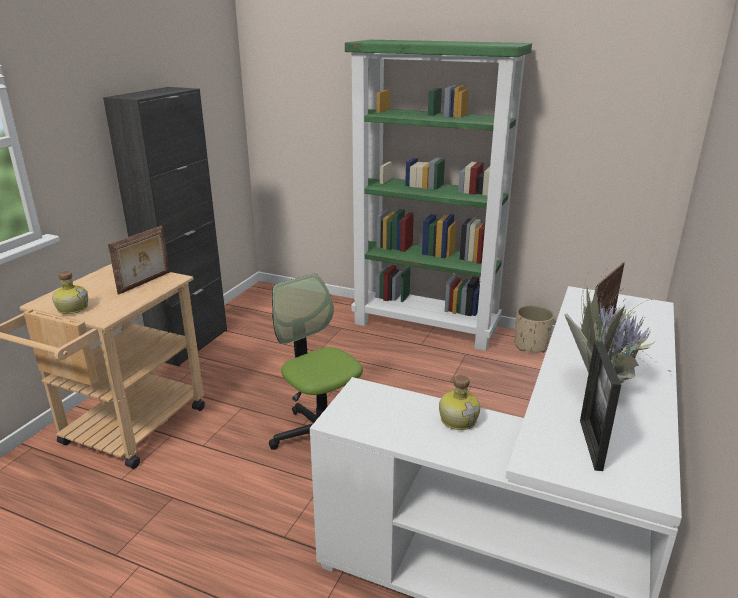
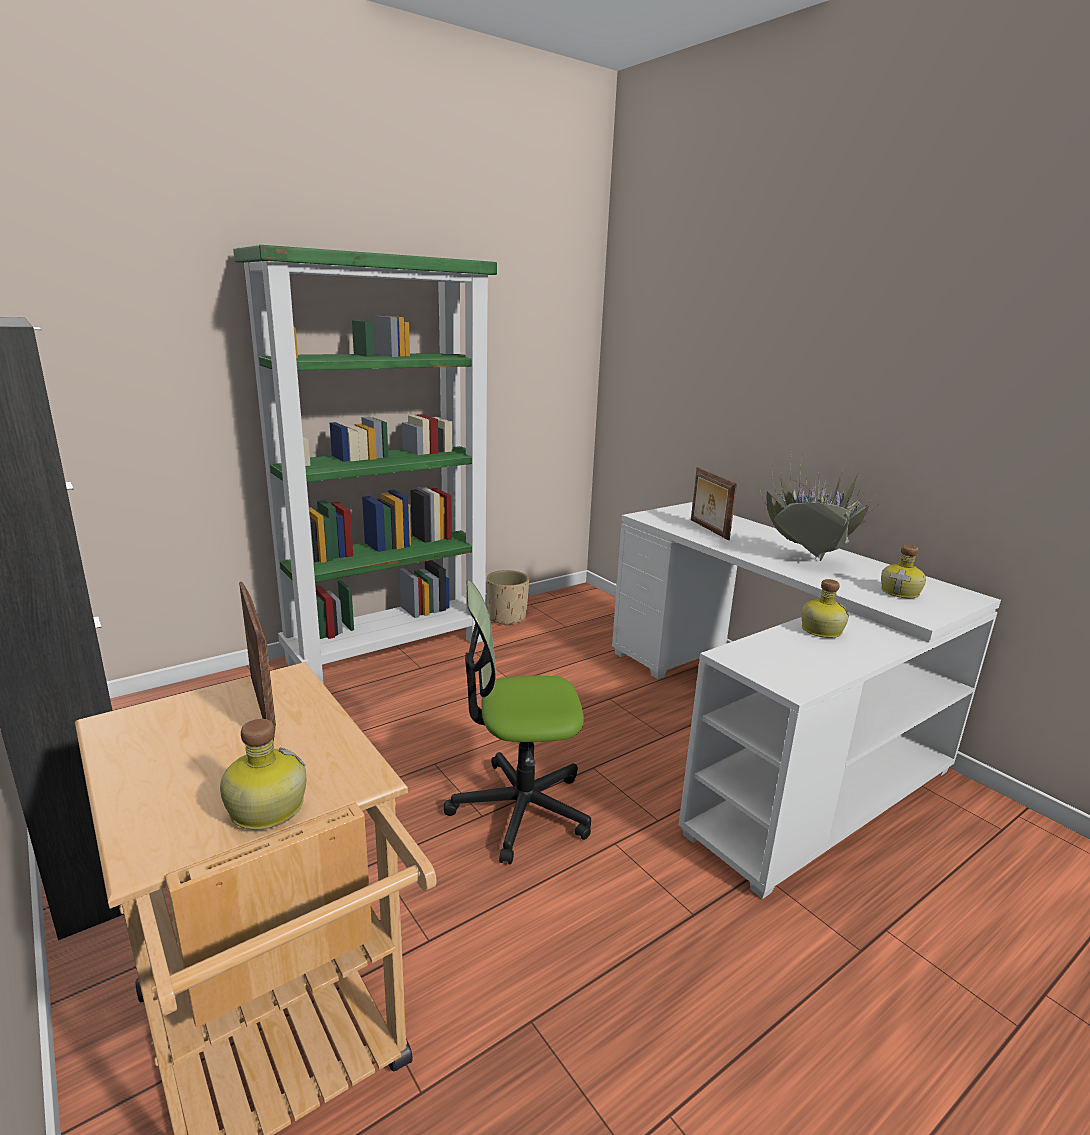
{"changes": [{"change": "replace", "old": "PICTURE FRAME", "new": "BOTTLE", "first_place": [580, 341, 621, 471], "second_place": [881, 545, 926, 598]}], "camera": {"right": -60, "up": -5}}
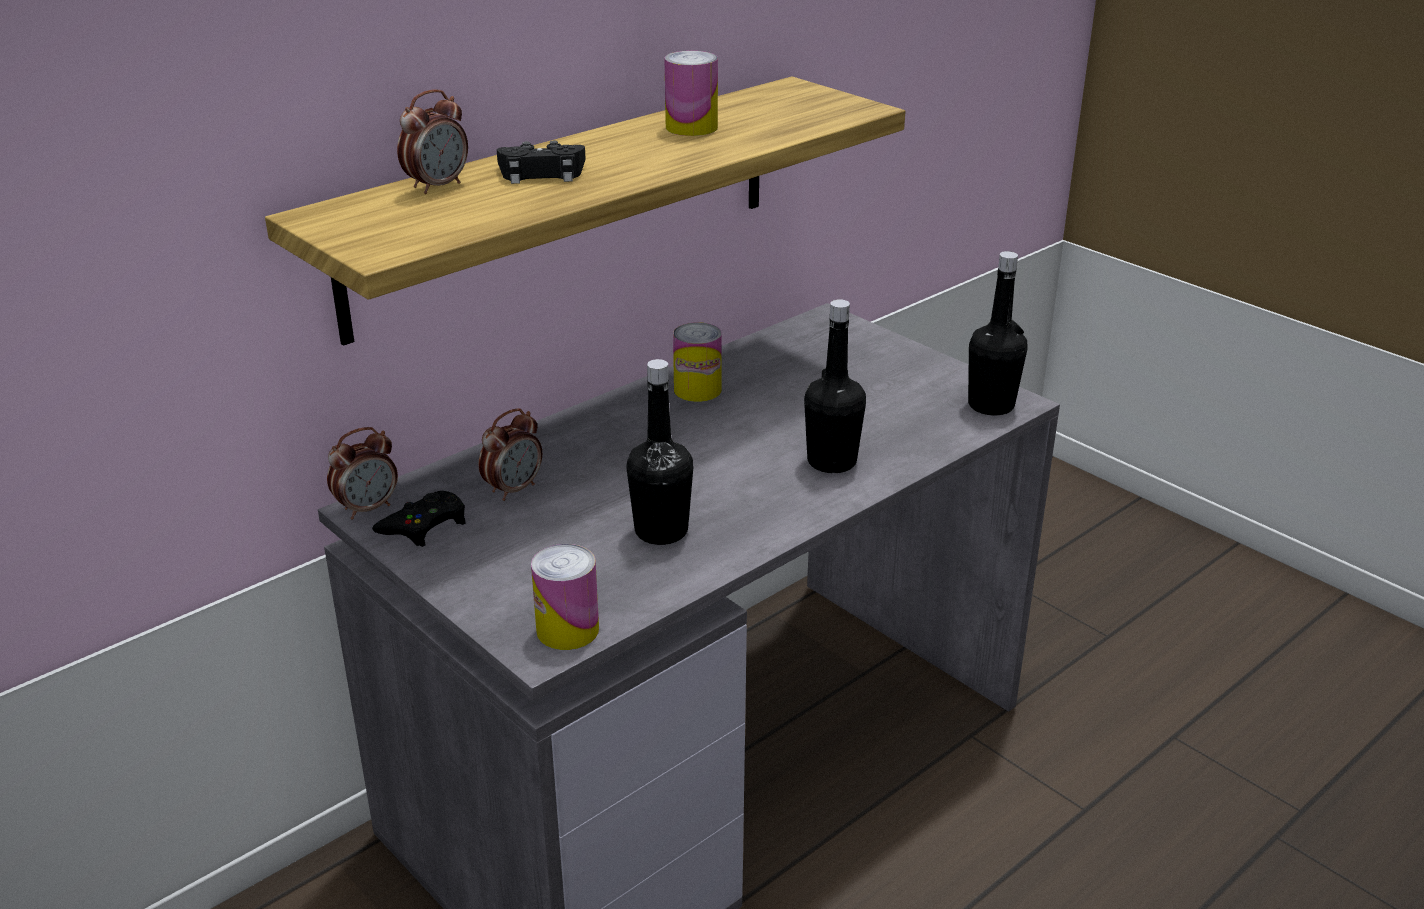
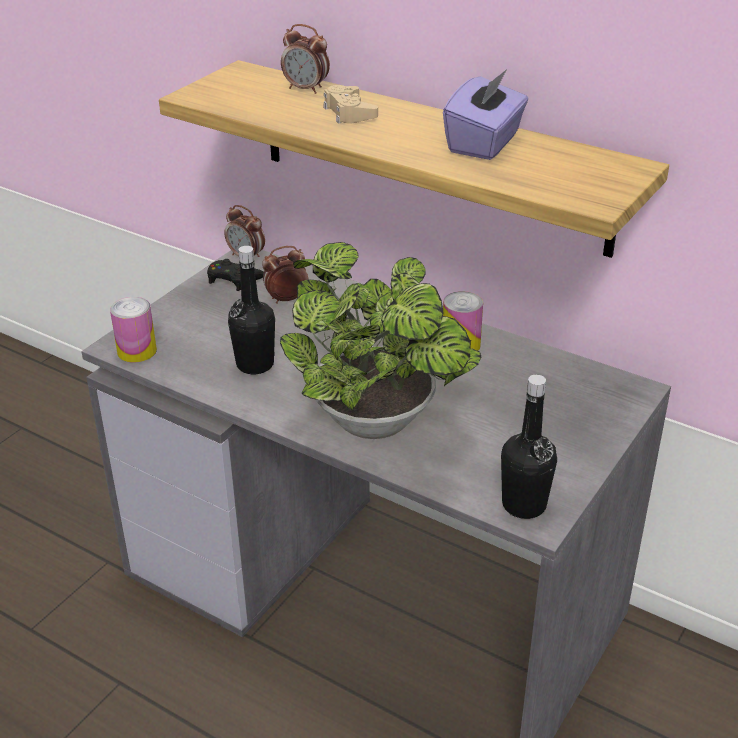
{"changes": [{"change": "replace", "old": "CAN", "new": "PURPLE TISSUE BOX", "first_place": [664, 51, 718, 136], "second_place": [443, 69, 528, 160]}, {"change": "recolor", "old": "BLACK GAME CONTROLLER", "new": "BEIGE GAME CONTROLLER", "first_place": [497, 140, 586, 184], "second_place": [323, 85, 378, 124]}, {"change": "replace", "old": "BLACK BOTTLE", "new": "POTTED PLANT", "first_place": [804, 299, 866, 473], "second_place": [280, 242, 481, 439]}, {"change": "rotate", "old": "ALARM CLOCK", "first_place": [479, 408, 542, 501], "second_place": [262, 246, 308, 304], "degrees": 135}], "camera": {"right": 75, "up": 5}}
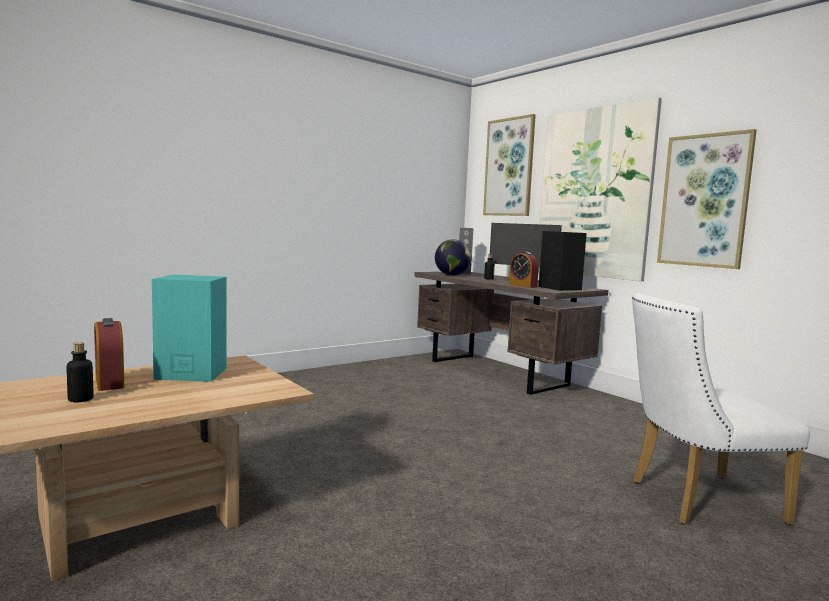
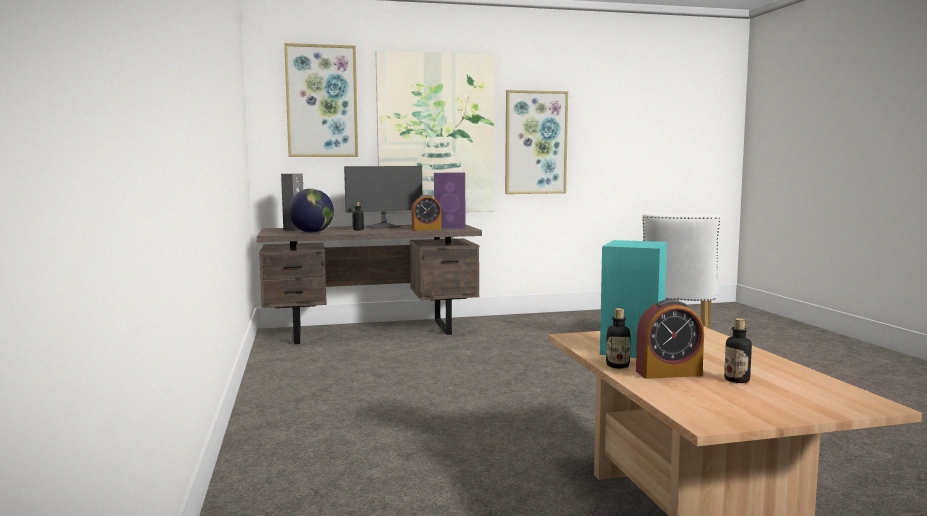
{"changes": [{"change": "recolor", "old": "BLACK SPEAKER", "new": "PURPLE SPEAKER", "first_place": [539, 231, 587, 291], "second_place": [434, 173, 466, 229]}, {"change": "insert", "new": "BOTTLE", "second_place": [606, 308, 631, 368]}], "camera": {"right": -65, "up": 0}}
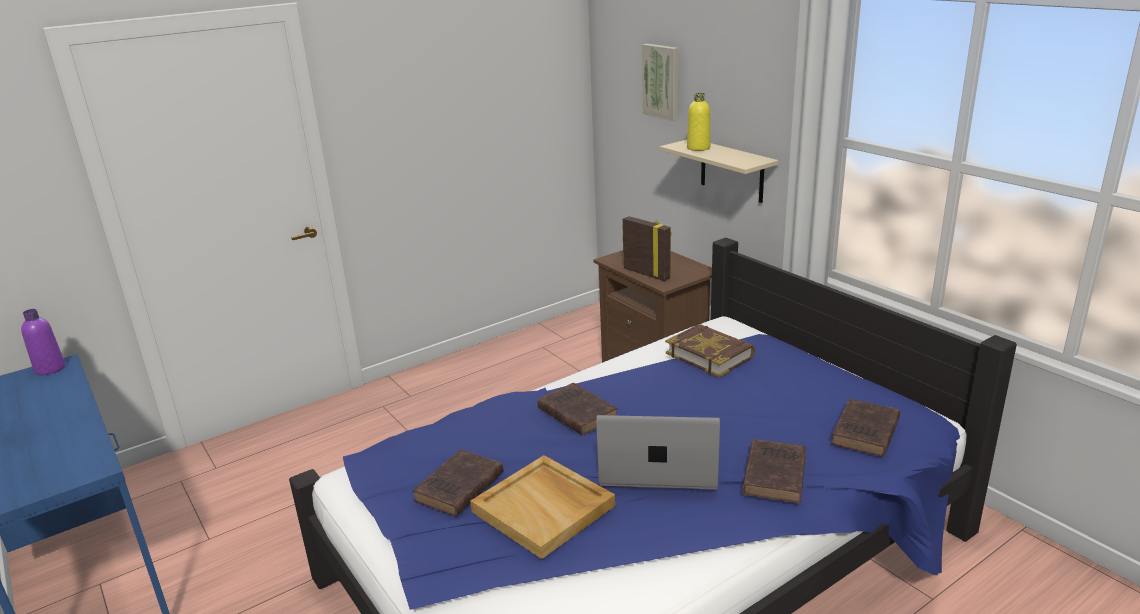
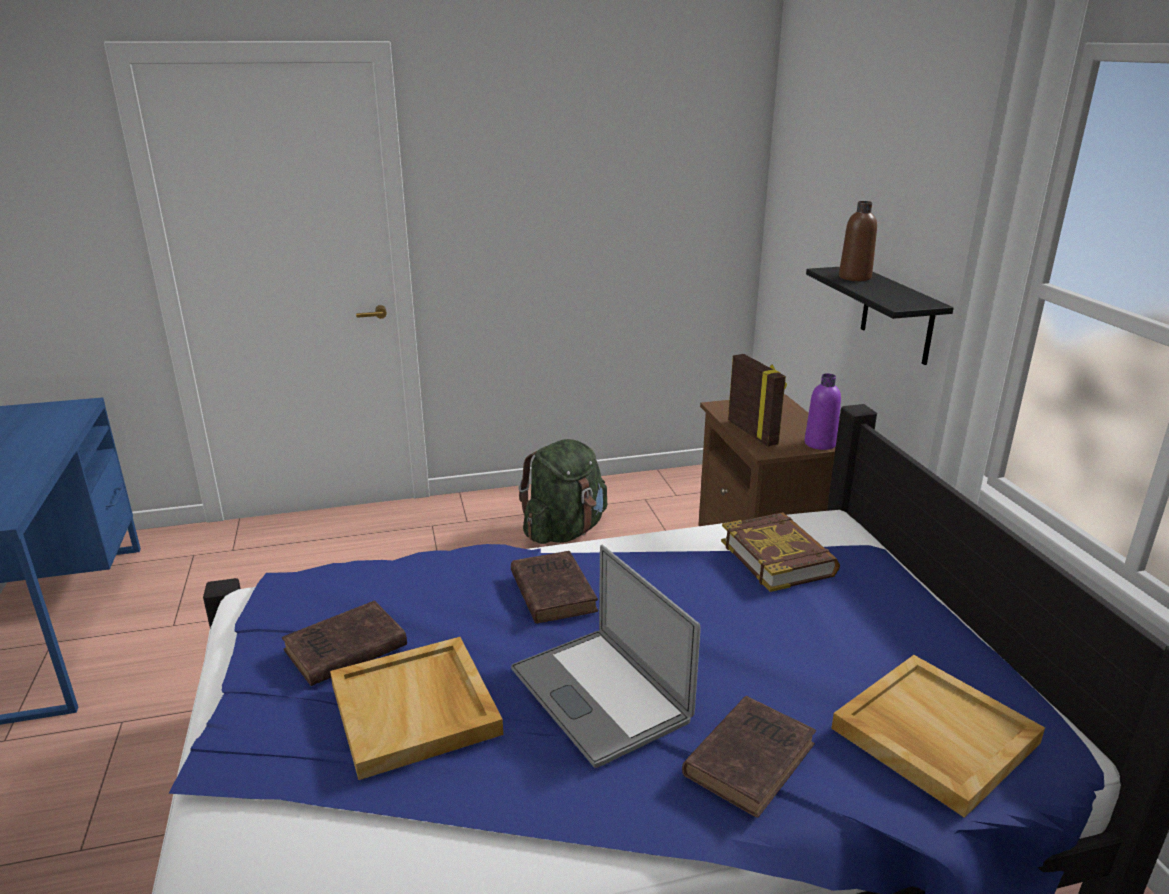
{"changes": [{"change": "delete", "old": "PICTURE", "first_place": [642, 44, 679, 121]}, {"change": "recolor", "old": "YELLOW BOTTLE", "new": "BROWN BOTTLE", "first_place": [687, 93, 710, 151], "second_place": [839, 201, 877, 281]}, {"change": "recolor", "old": "BEIGE SHELF", "new": "BLACK SHELF", "first_place": [660, 140, 779, 203], "second_place": [806, 267, 954, 365]}, {"change": "move", "old": "PURPLE BOTTLE", "first_place": [21, 309, 65, 375], "second_place": [805, 373, 841, 450]}, {"change": "replace", "old": "BROWN BOOK", "new": "BEIGE TRAY", "first_place": [831, 399, 900, 457], "second_place": [831, 655, 1045, 818]}, {"change": "rotate", "old": "LAPTOP", "first_place": [596, 415, 720, 490], "second_place": [511, 545, 701, 768], "degrees": -150}, {"change": "insert", "new": "GREEN BACKPACK", "second_place": [518, 439, 607, 544]}], "camera": {"right": 20, "up": 0}}
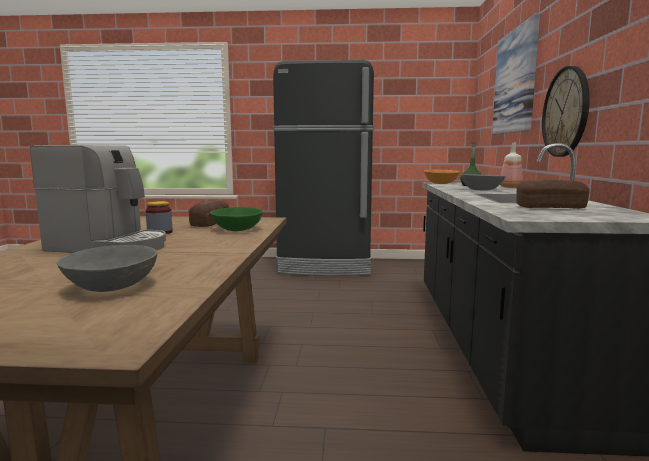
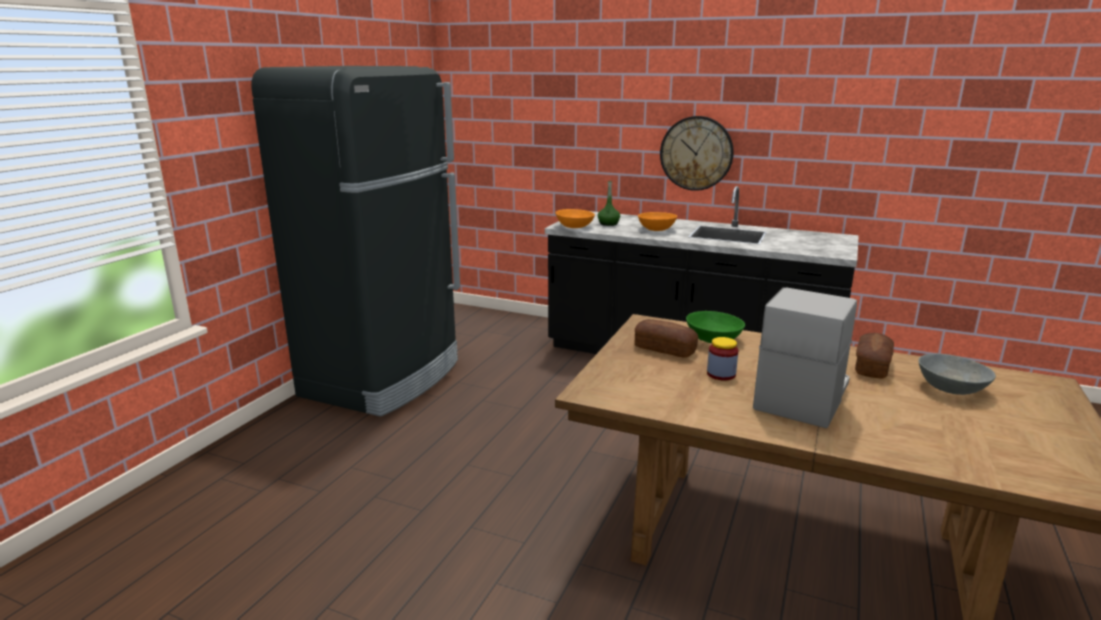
{"changes": [{"change": "delete", "old": "PICTURE", "first_place": [492, 13, 540, 134]}, {"change": "delete", "old": "BOTTLE", "first_place": [500, 143, 523, 188]}, {"change": "recolor", "old": "GREY BOWL", "new": "ORANGE BOWL", "first_place": [461, 174, 506, 191], "second_place": [638, 212, 677, 231]}, {"change": "move", "old": "BREAD", "first_place": [516, 179, 590, 209], "second_place": [855, 333, 894, 379]}], "camera": {"right": -70, "up": 10}}
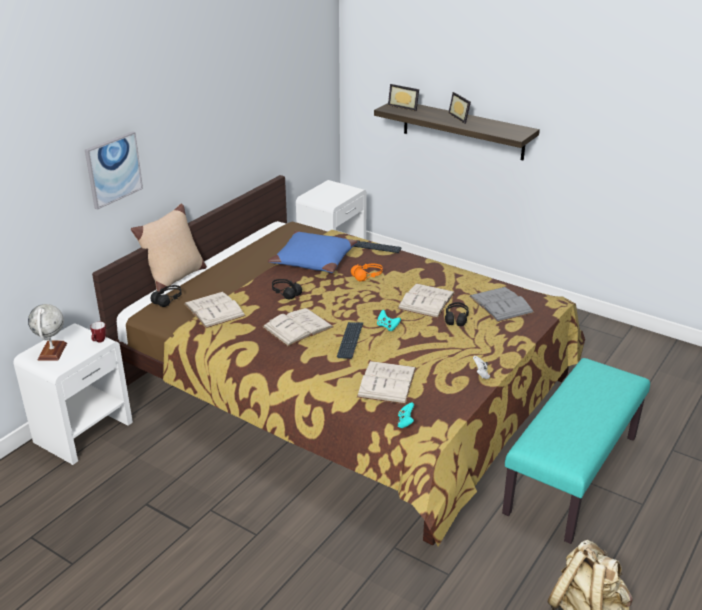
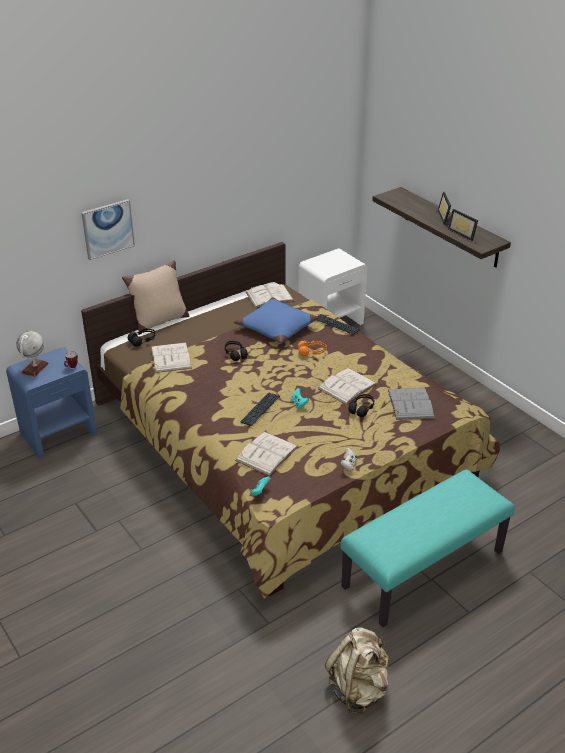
{"changes": [{"change": "move", "old": "PICTURE FRAME", "first_place": [388, 84, 419, 111], "second_place": [448, 209, 478, 241]}, {"change": "move", "old": "WHITE BOOK", "first_place": [262, 308, 333, 347], "second_place": [245, 284, 294, 308]}, {"change": "recolor", "old": "WHITE NIGHTSTAND", "new": "BLUE NIGHTSTAND", "first_place": [13, 324, 133, 465], "second_place": [6, 347, 97, 459]}], "camera": {"right": 20, "up": 5}}
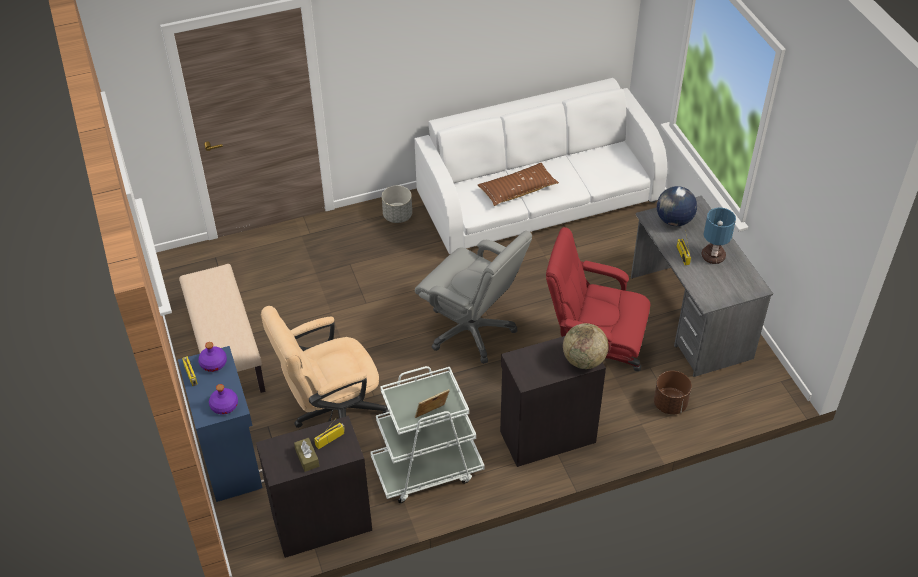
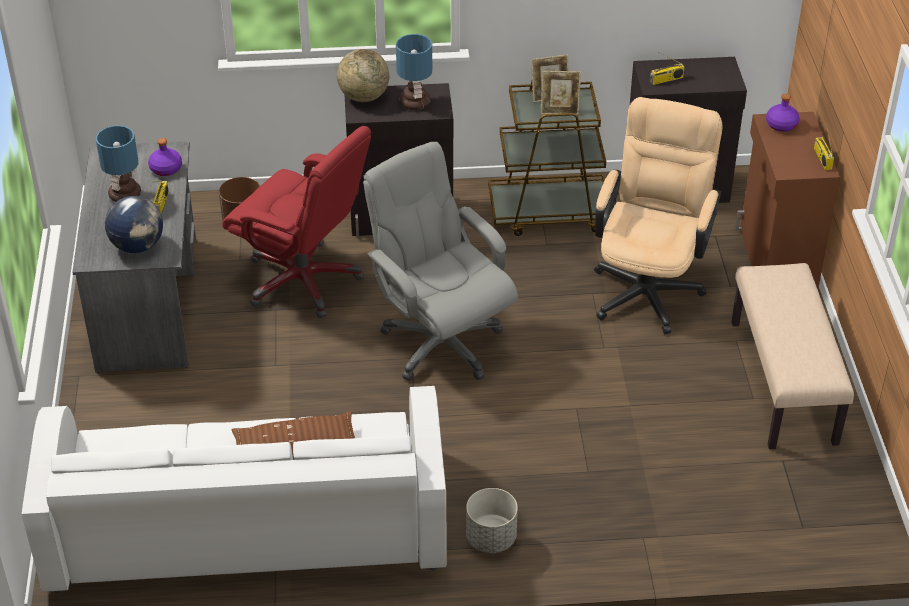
{"changes": [{"change": "rotate", "old": "BEIGE OFFICE CHAIR", "first_place": [261, 306, 389, 428], "second_place": [594, 97, 722, 334], "degrees": -60}, {"change": "move", "old": "PURPLE BOTTLE", "first_place": [198, 342, 227, 372], "second_place": [148, 138, 182, 176]}, {"change": "recolor", "old": "BLUE CABINET", "new": "BROWN CABINET", "first_place": [178, 346, 265, 502], "second_place": [735, 112, 840, 289]}, {"change": "recolor", "old": "WHITE CART", "new": "BROWN CART", "first_place": [370, 366, 485, 503], "second_place": [488, 81, 606, 236]}, {"change": "delete", "old": "BROWN TISSUE BOX", "first_place": [294, 438, 319, 472]}, {"change": "insert", "new": "TABLE LAMP", "second_place": [396, 34, 432, 110]}, {"change": "insert", "new": "PICTURE FRAME", "second_place": [541, 71, 581, 115]}], "camera": {"right": -165, "up": -5}}
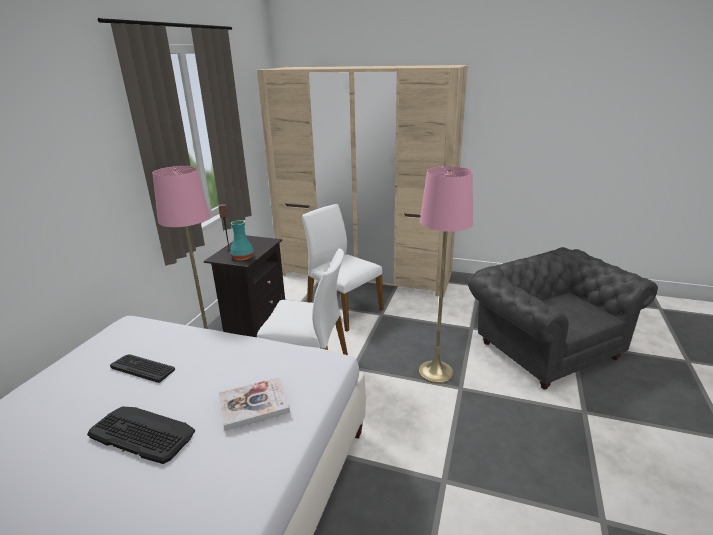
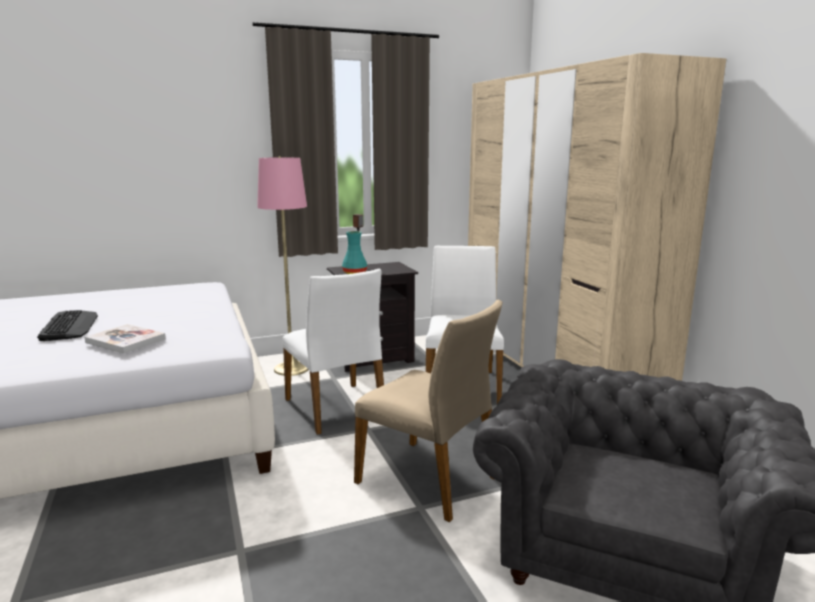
{"changes": [{"change": "replace", "old": "PINK FLOOR LAMP", "new": "BEIGE CHAIR", "first_place": [419, 166, 473, 384], "second_place": [354, 300, 502, 522]}, {"change": "delete", "old": "KEYBOARD", "first_place": [110, 354, 175, 383]}], "camera": {"right": 50, "up": -10}}
